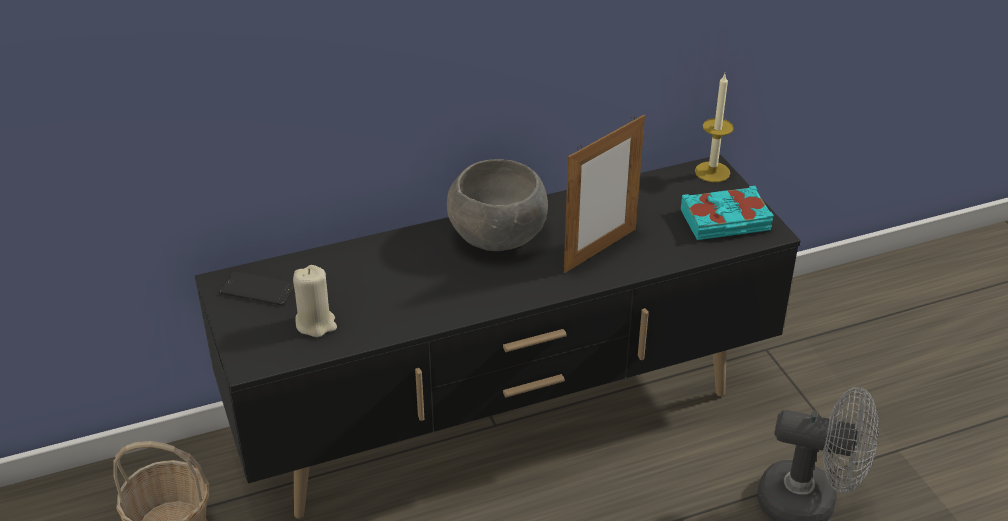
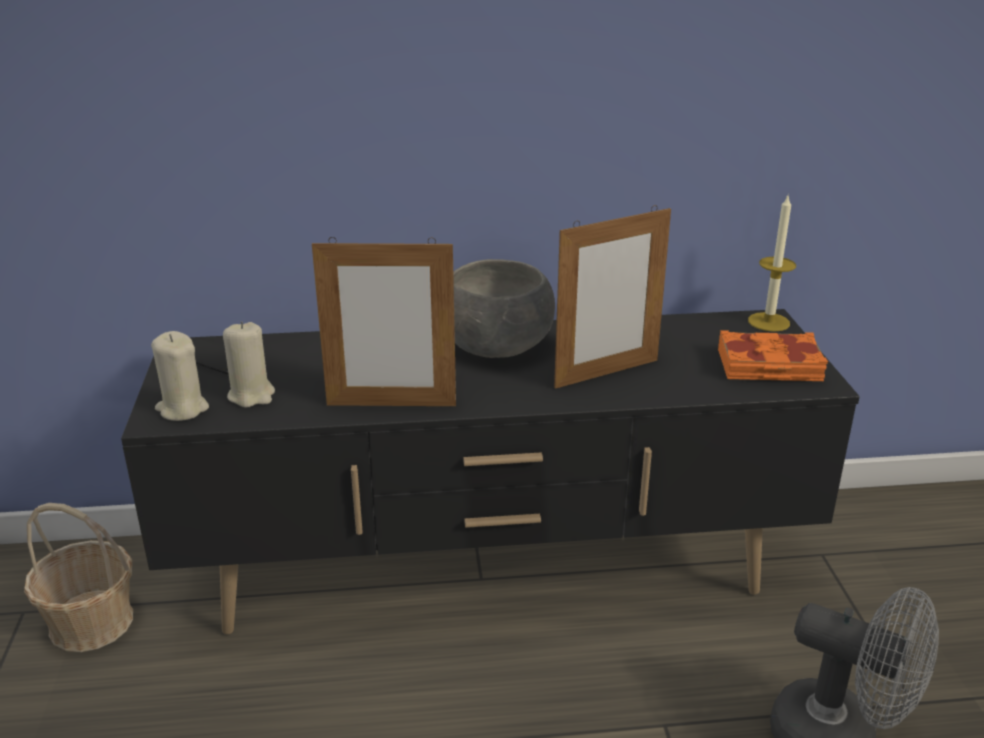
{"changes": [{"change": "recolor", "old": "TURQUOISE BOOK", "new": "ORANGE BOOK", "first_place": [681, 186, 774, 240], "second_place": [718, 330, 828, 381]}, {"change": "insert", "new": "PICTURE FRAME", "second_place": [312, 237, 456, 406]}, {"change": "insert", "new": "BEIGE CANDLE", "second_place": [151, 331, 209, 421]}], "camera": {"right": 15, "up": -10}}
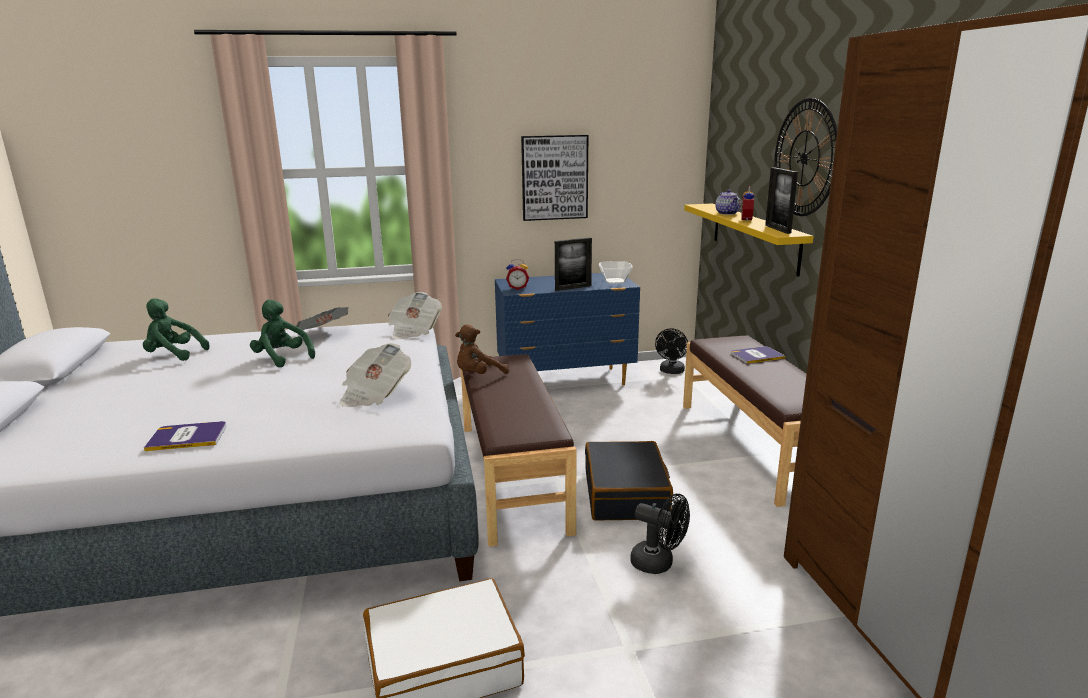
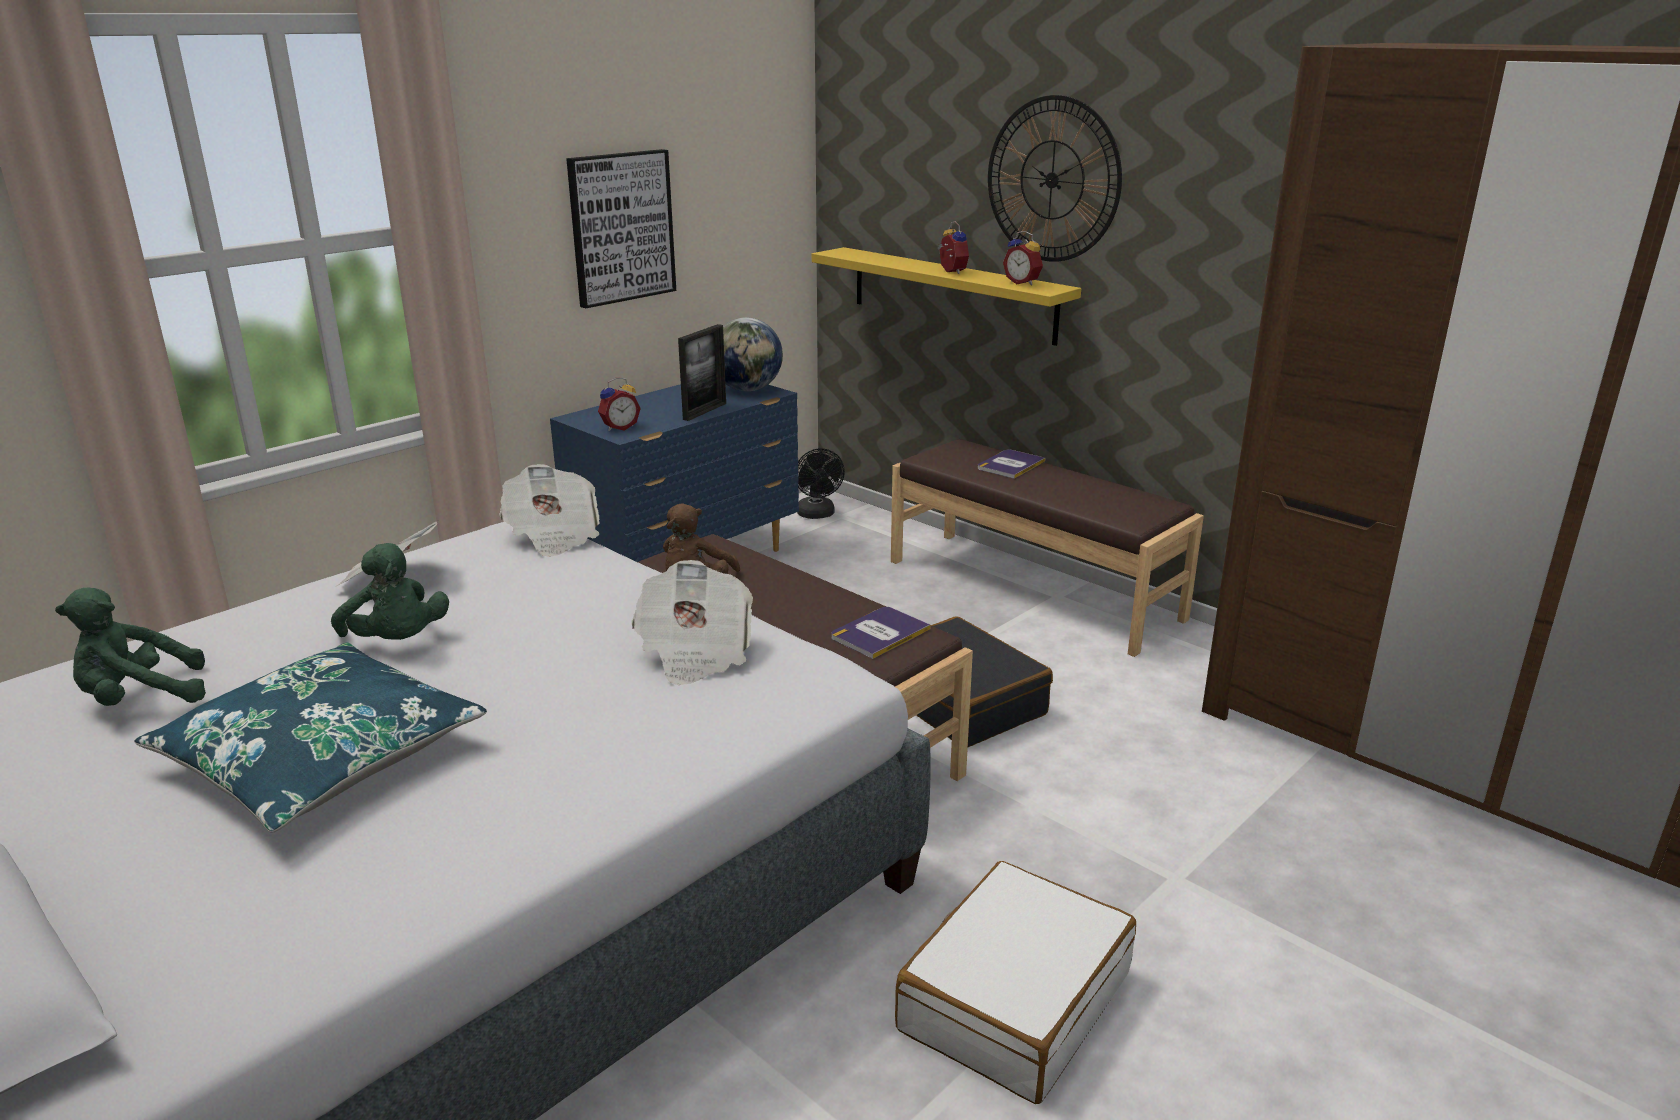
{"changes": [{"change": "replace", "old": "PICTURE FRAME", "new": "ALARM CLOCK", "first_place": [765, 168, 798, 234], "second_place": [1003, 231, 1043, 285]}, {"change": "delete", "old": "TEAPOT", "first_place": [715, 189, 740, 215]}, {"change": "replace", "old": "BOWL", "new": "GLOBE", "first_place": [599, 261, 633, 284], "second_place": [723, 317, 783, 391]}, {"change": "rotate", "old": "GREEN PLUSH TOY", "first_place": [250, 300, 315, 368], "second_place": [331, 543, 449, 640], "degrees": -135}, {"change": "move", "old": "BOOK", "first_place": [144, 421, 226, 451], "second_place": [832, 607, 931, 659]}, {"change": "delete", "old": "BLACK FAN", "first_place": [630, 494, 690, 574]}, {"change": "insert", "new": "BLUE PILLOW", "second_place": [134, 642, 487, 833]}], "camera": {"right": -35, "up": 5}}
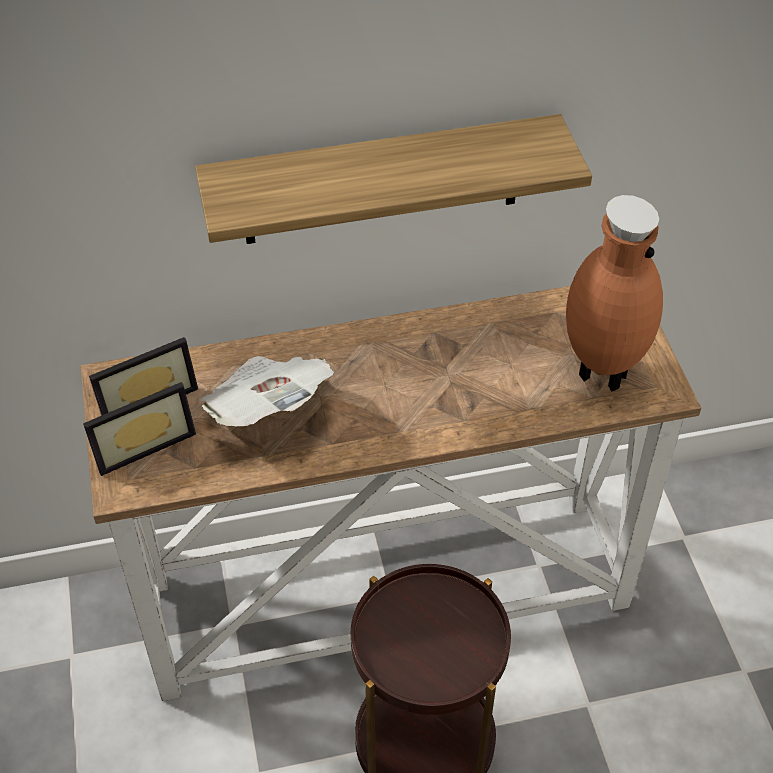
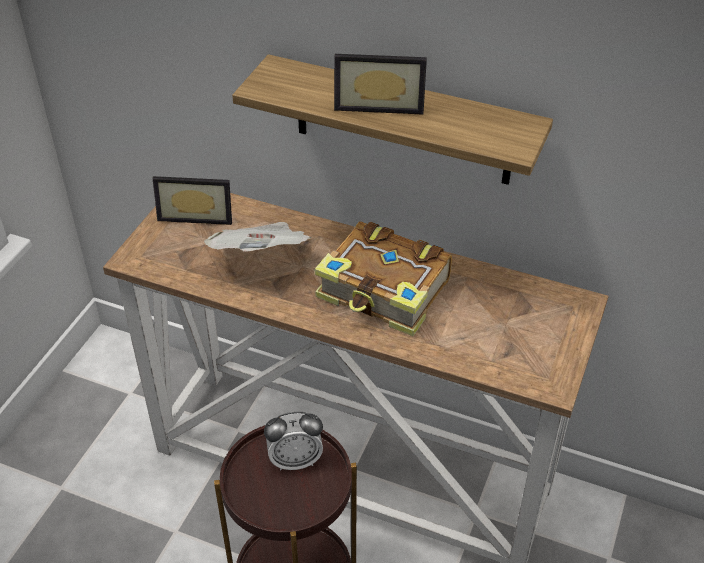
{"changes": [{"change": "delete", "old": "BROWN VASE", "first_place": [566, 195, 663, 392]}, {"change": "move", "old": "PICTURE FRAME", "first_place": [83, 382, 196, 476], "second_place": [334, 54, 427, 115]}, {"change": "insert", "new": "BOOK", "second_place": [315, 221, 452, 336]}, {"change": "insert", "new": "ALARM CLOCK", "second_place": [264, 412, 323, 470]}], "camera": {"right": 35, "up": -5}}
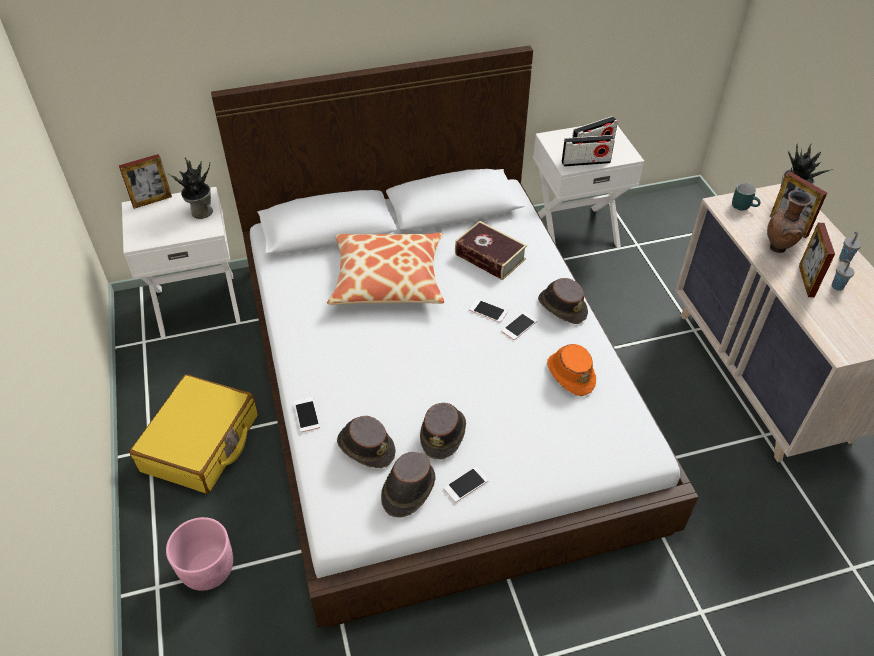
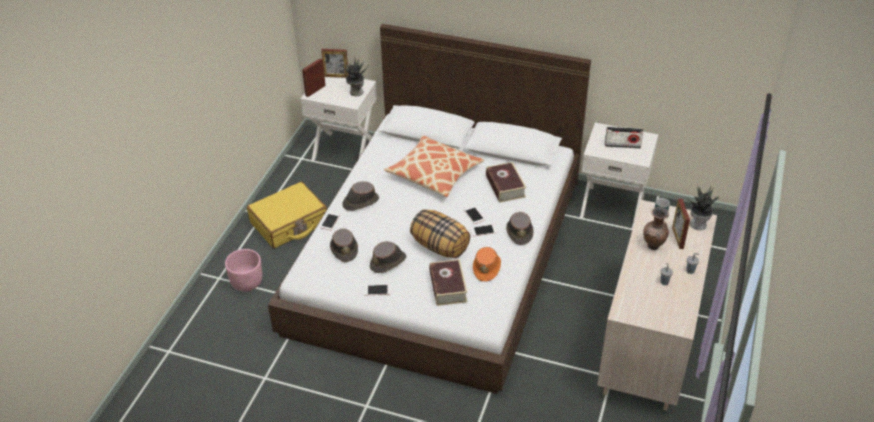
{"changes": [{"change": "delete", "old": "RADIO", "first_place": [562, 135, 615, 167]}, {"change": "move", "old": "PICTURE FRAME", "first_place": [799, 223, 835, 298], "second_place": [302, 58, 326, 97]}, {"change": "move", "old": "BROWN HAT", "first_place": [381, 452, 436, 518], "second_place": [342, 181, 379, 211]}, {"change": "insert", "new": "PILLOW", "second_place": [410, 209, 470, 258]}, {"change": "insert", "new": "BOOK", "second_place": [429, 259, 468, 306]}], "camera": {"right": 35, "up": -5}}
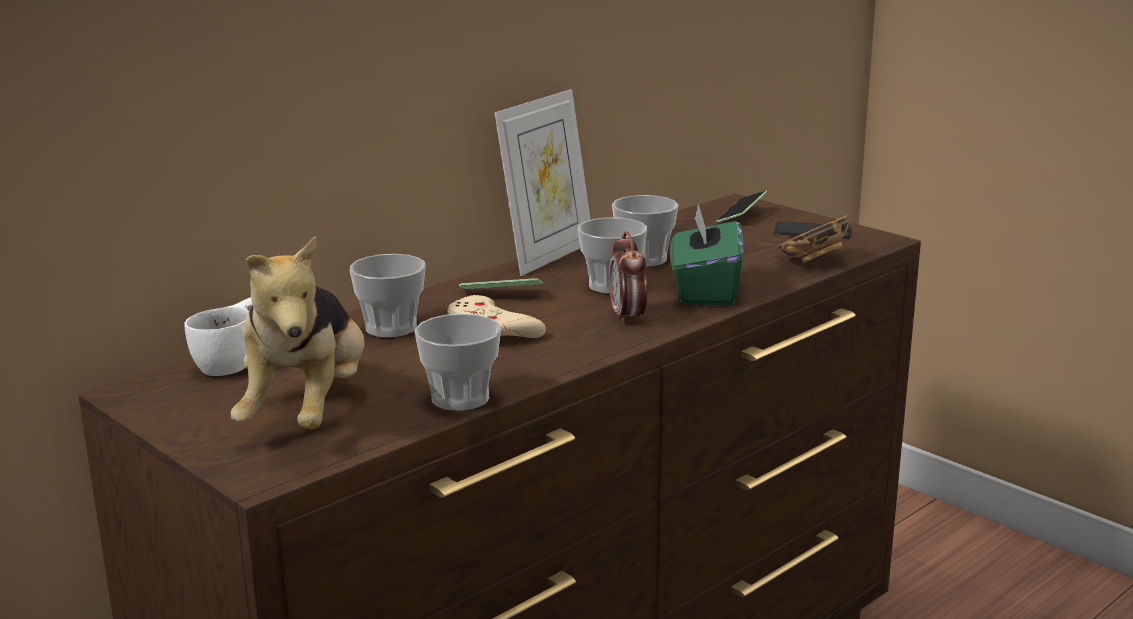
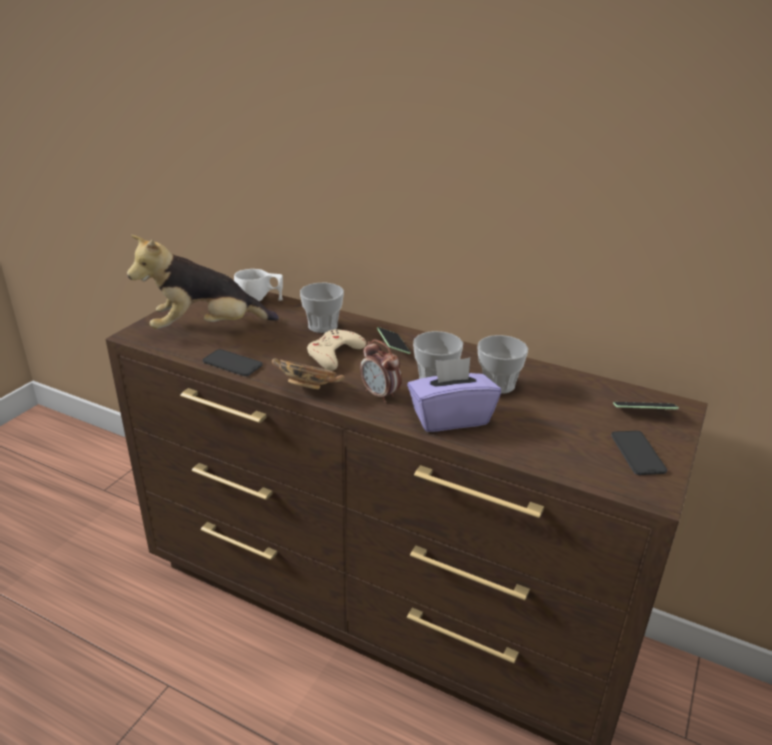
{"changes": [{"change": "delete", "old": "PICTURE FRAME", "first_place": [495, 89, 591, 276]}, {"change": "recolor", "old": "GREEN TISSUE BOX", "new": "PURPLE TISSUE BOX", "first_place": [670, 204, 744, 305], "second_place": [407, 358, 501, 432]}, {"change": "move", "old": "BOWL", "first_place": [778, 215, 849, 263], "second_place": [272, 358, 345, 389]}, {"change": "rotate", "old": "ALARM CLOCK", "first_place": [609, 231, 648, 325], "second_place": [360, 340, 402, 403], "degrees": -105}, {"change": "replace", "old": "CUP", "new": "PHONE", "first_place": [415, 314, 501, 411], "second_place": [203, 349, 263, 376]}], "camera": {"right": 70, "up": 10}}
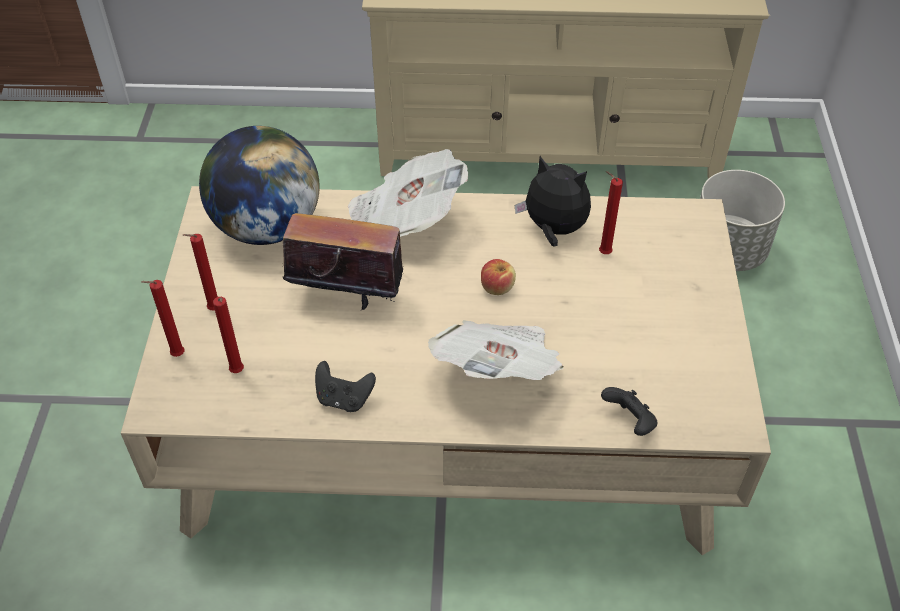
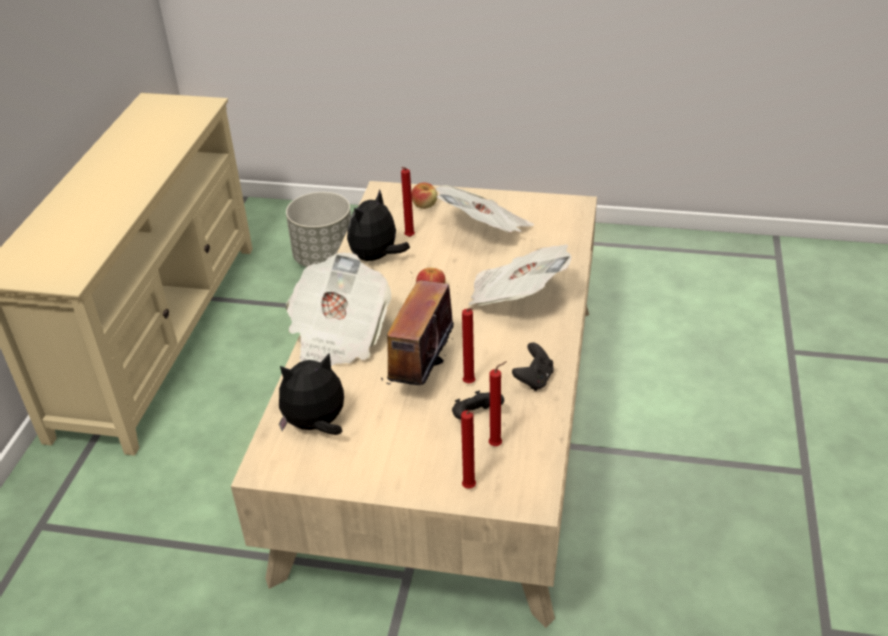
{"changes": [{"change": "replace", "old": "GLOBE", "new": "PLUSH TOY", "first_place": [199, 126, 320, 245], "second_place": [279, 353, 344, 435]}, {"change": "move", "old": "RED CANDLE", "first_place": [183, 234, 218, 311], "second_place": [462, 308, 475, 383]}, {"change": "move", "old": "BLACK GAME CONTROLLER", "first_place": [601, 387, 658, 436], "second_place": [452, 390, 504, 419]}, {"change": "insert", "new": "APPLE", "second_place": [411, 183, 438, 209]}, {"change": "insert", "new": "NEWSPAPER", "second_place": [435, 185, 534, 233]}], "camera": {"right": -80, "up": -10}}
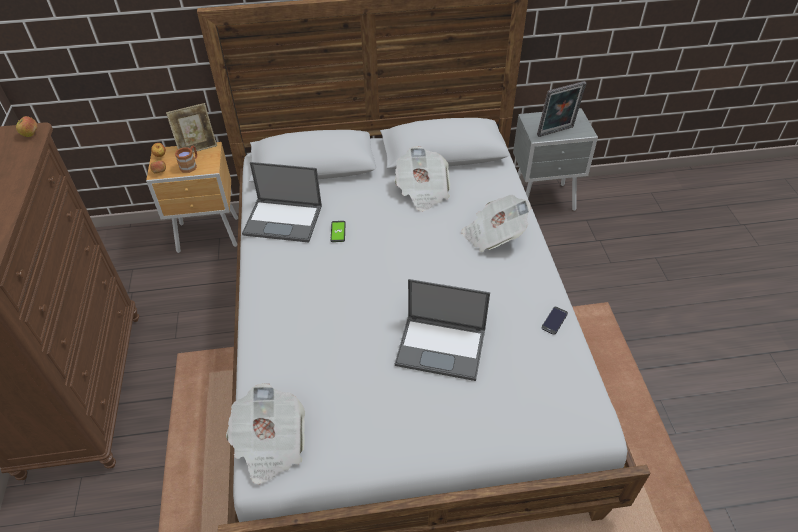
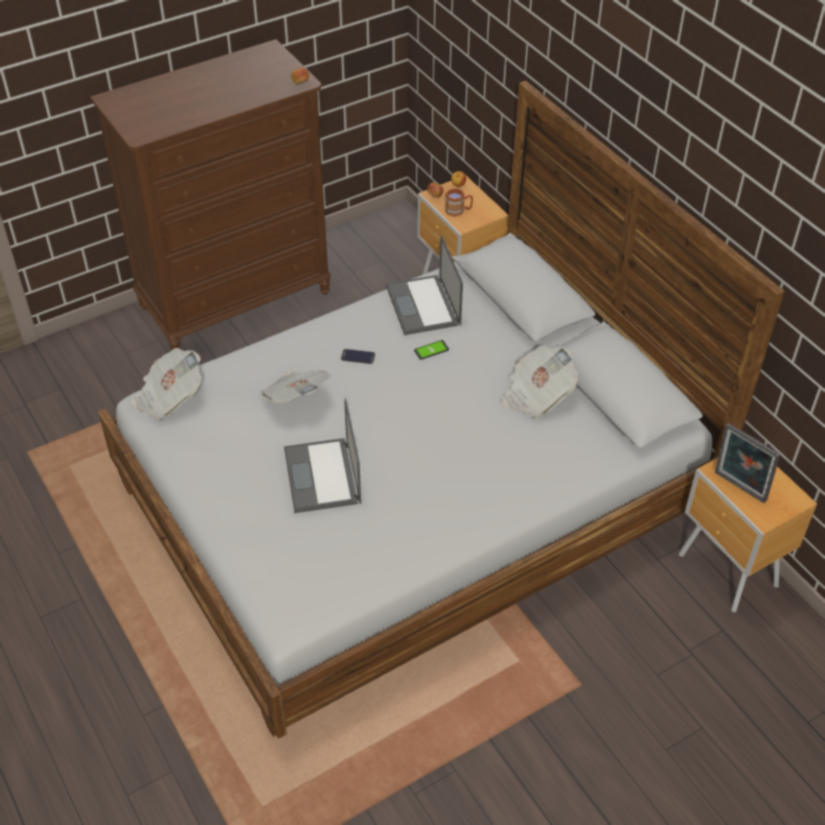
{"changes": [{"change": "delete", "old": "PICTURE FRAME", "first_place": [166, 103, 217, 153]}, {"change": "recolor", "old": "GREY NIGHTSTAND", "new": "BROWN NIGHTSTAND", "first_place": [513, 108, 598, 211], "second_place": [679, 458, 817, 612]}, {"change": "move", "old": "NEWSPAPER", "first_place": [461, 195, 531, 252], "second_place": [260, 371, 330, 403]}, {"change": "move", "old": "PHONE", "first_place": [542, 306, 568, 335], "second_place": [341, 349, 375, 364]}], "camera": {"right": 65, "up": 0}}
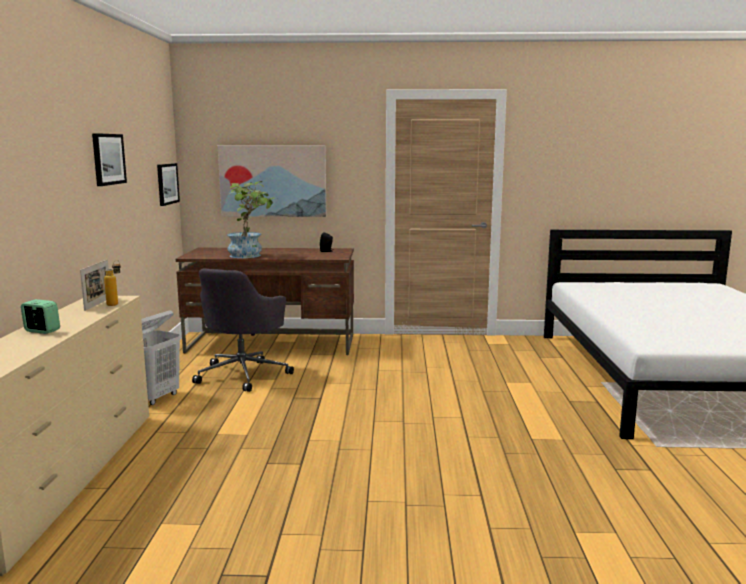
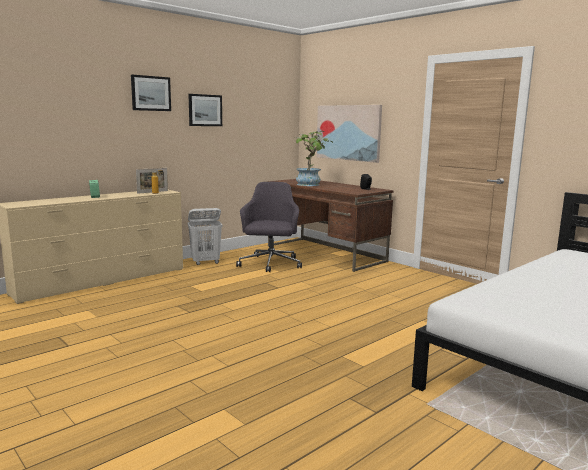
{"changes": [{"change": "move", "old": "PICTURE", "first_place": [157, 163, 180, 206], "second_place": [131, 75, 171, 111]}, {"change": "rotate", "old": "GREY OFFICE CHAIR", "first_place": [192, 268, 294, 392], "second_place": [236, 182, 302, 272], "degrees": 120}], "camera": {"right": 45, "up": 0}}
